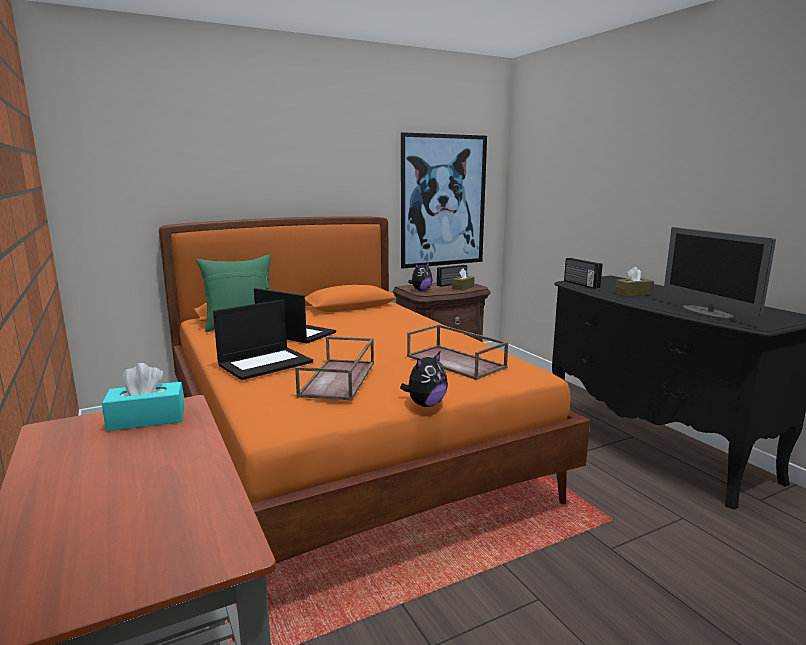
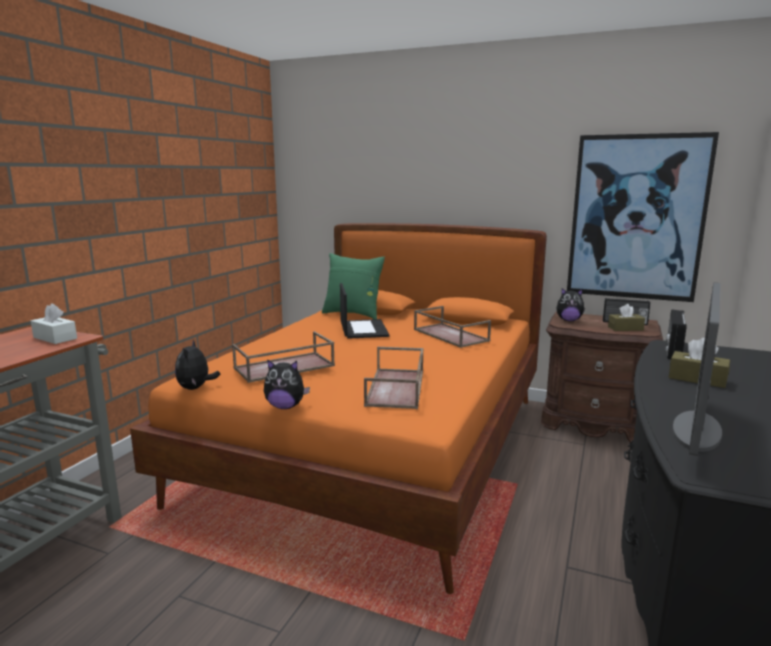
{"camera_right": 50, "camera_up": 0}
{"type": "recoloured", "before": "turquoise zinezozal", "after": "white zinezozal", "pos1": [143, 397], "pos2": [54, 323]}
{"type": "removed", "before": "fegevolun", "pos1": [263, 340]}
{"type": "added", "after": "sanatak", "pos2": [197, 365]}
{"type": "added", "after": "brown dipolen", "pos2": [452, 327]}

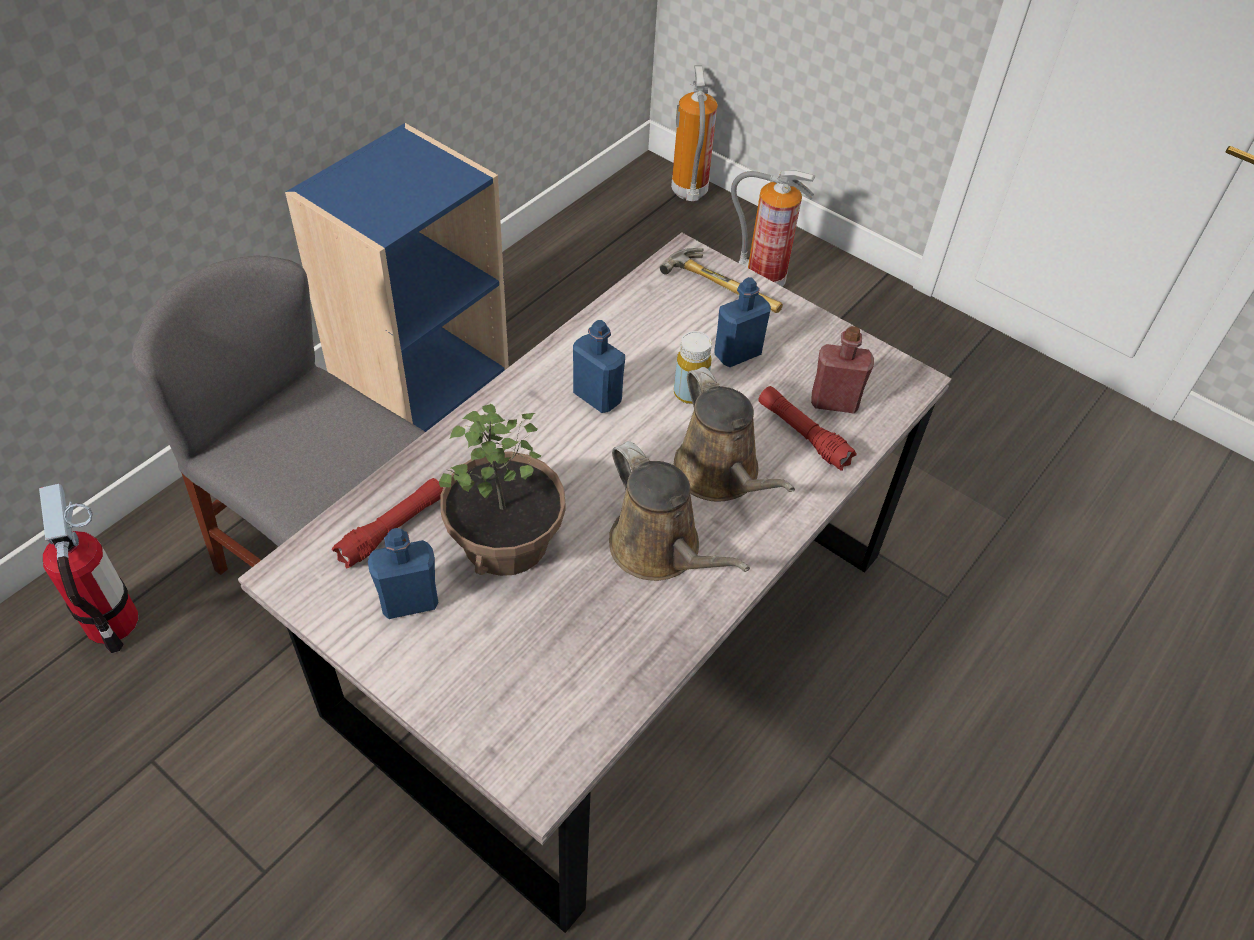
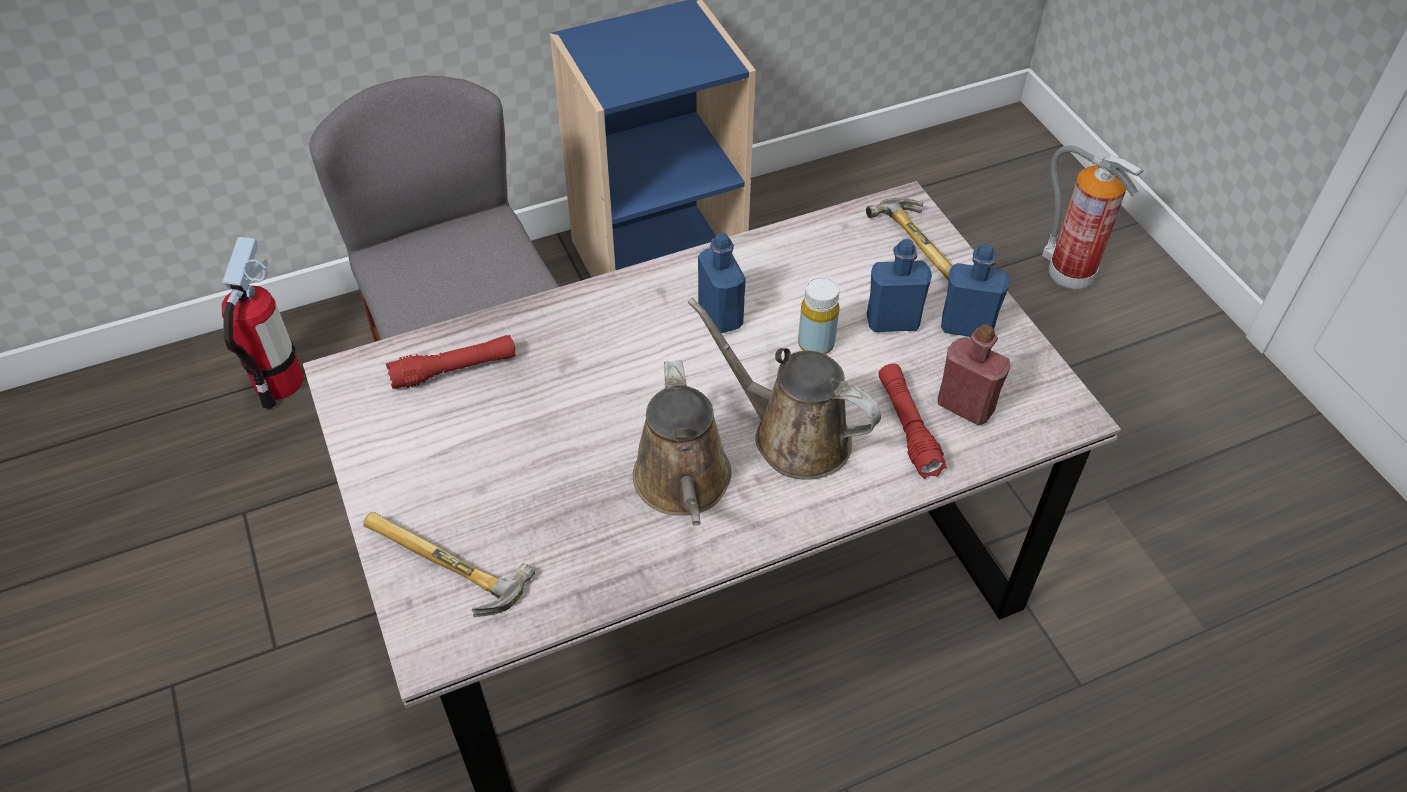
{"camera_right": 30, "camera_up": 0}
{"type": "moved", "before": "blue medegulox", "pos1": [403, 573], "pos2": [975, 290]}
{"type": "removed", "before": "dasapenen", "pos1": [502, 490]}
{"type": "removed", "before": "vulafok", "pos1": [694, 133]}
{"type": "turned", "before": "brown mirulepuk", "pos1": [734, 434], "pos2": [784, 388], "turn": 120}
{"type": "added", "after": "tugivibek", "pos2": [449, 564]}

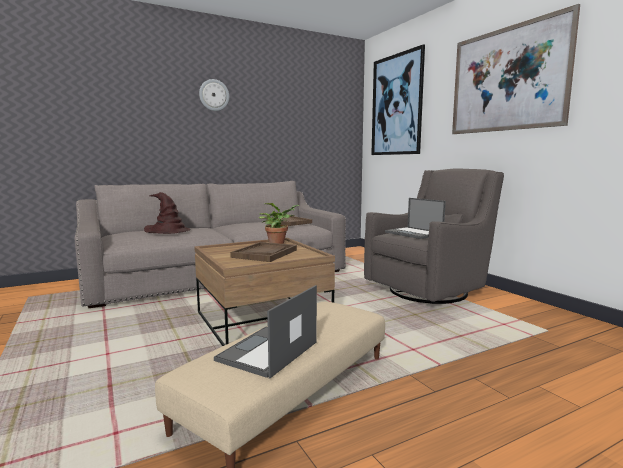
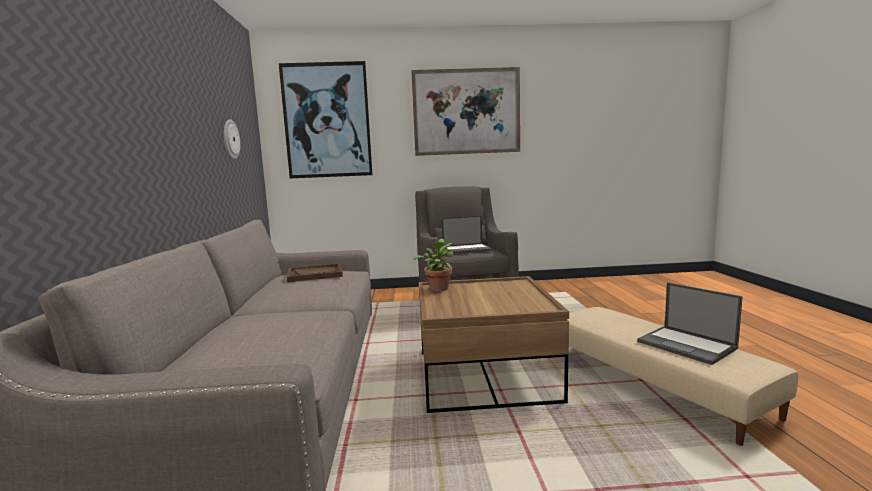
{"camera_right": -65, "camera_up": 0}
{"type": "removed", "before": "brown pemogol", "pos1": [167, 213]}
{"type": "moved", "before": "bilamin", "pos1": [214, 95], "pos2": [232, 139]}
{"type": "removed", "before": "brown dipolen", "pos1": [263, 252]}

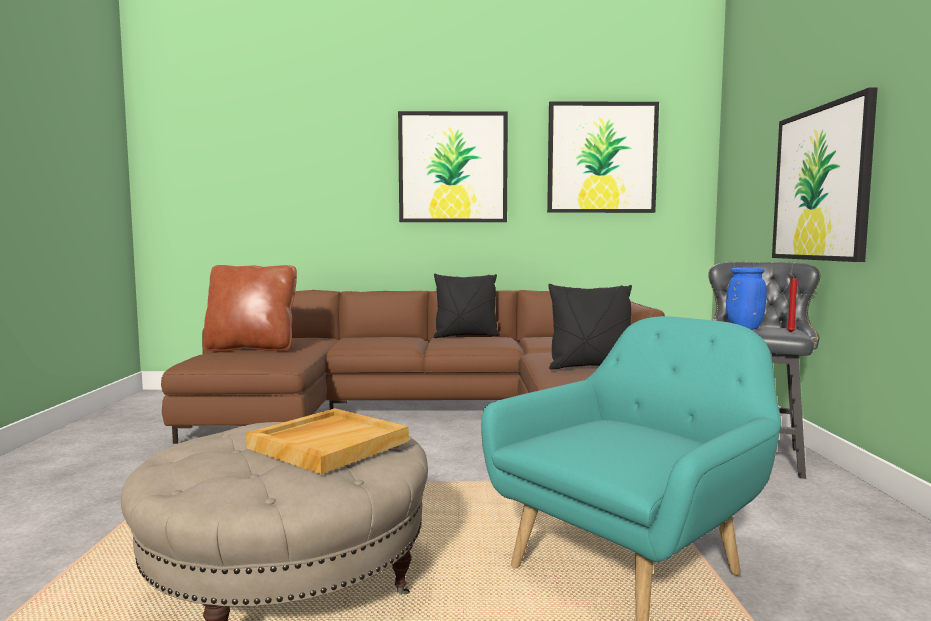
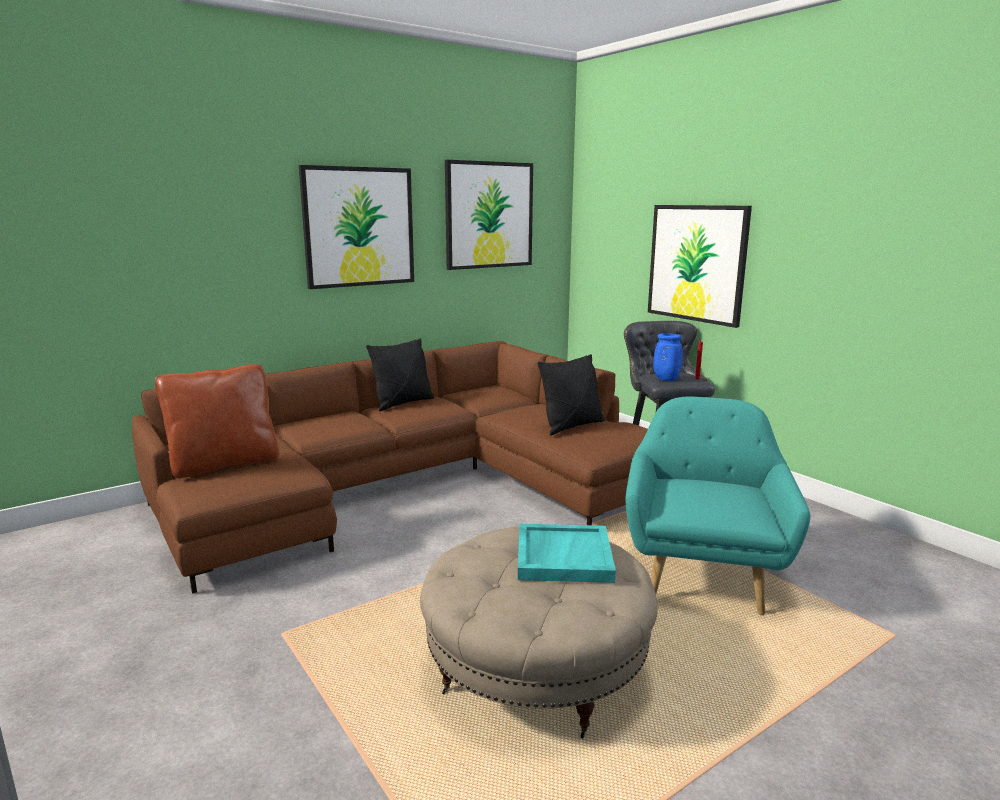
{"camera_right": -35, "camera_up": 10}
{"type": "recoloured", "before": "beige dipolen", "after": "turquoise dipolen", "pos1": [327, 441], "pos2": [567, 553]}

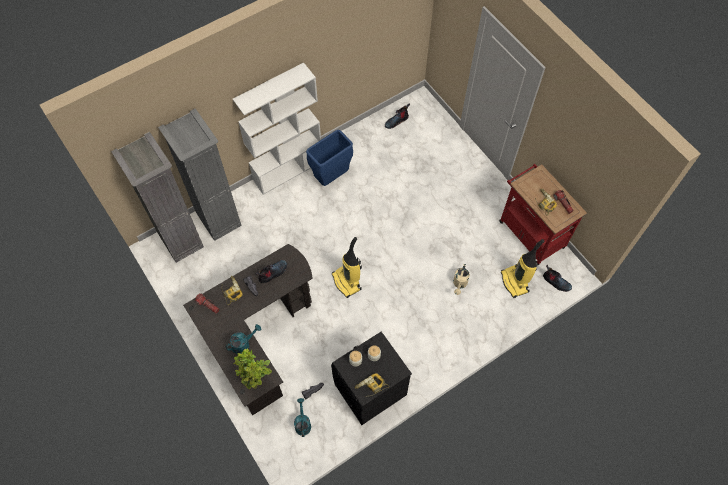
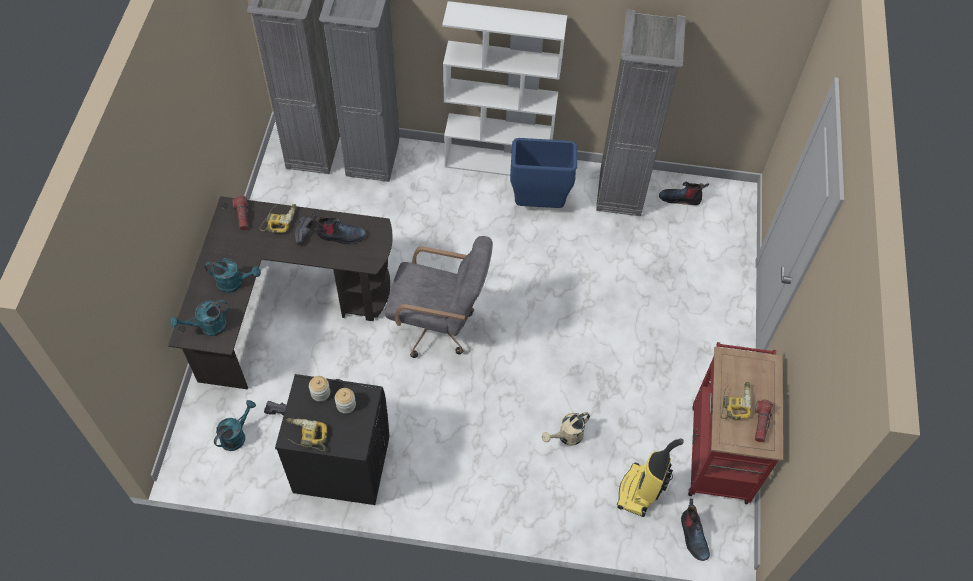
{"camera_right": 40, "camera_up": -5}
{"type": "replaced", "before": "dasapenen", "after": "turquoise mirulepuk", "pos1": [253, 369], "pos2": [199, 318]}
{"type": "replaced", "before": "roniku", "after": "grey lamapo", "pos1": [347, 267], "pos2": [439, 297]}
{"type": "added", "after": "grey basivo", "pos2": [641, 112]}

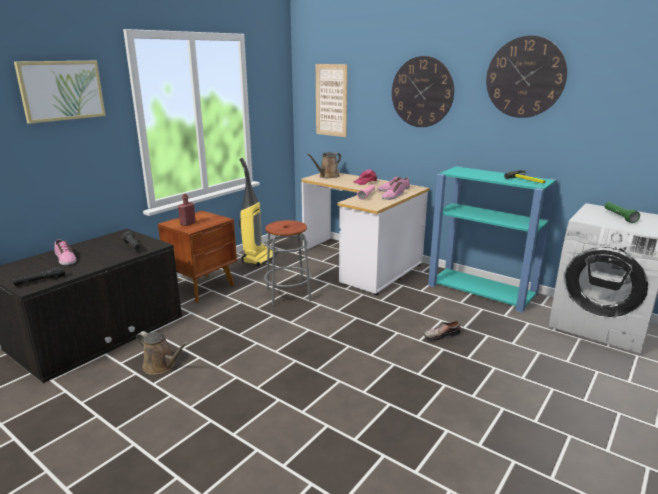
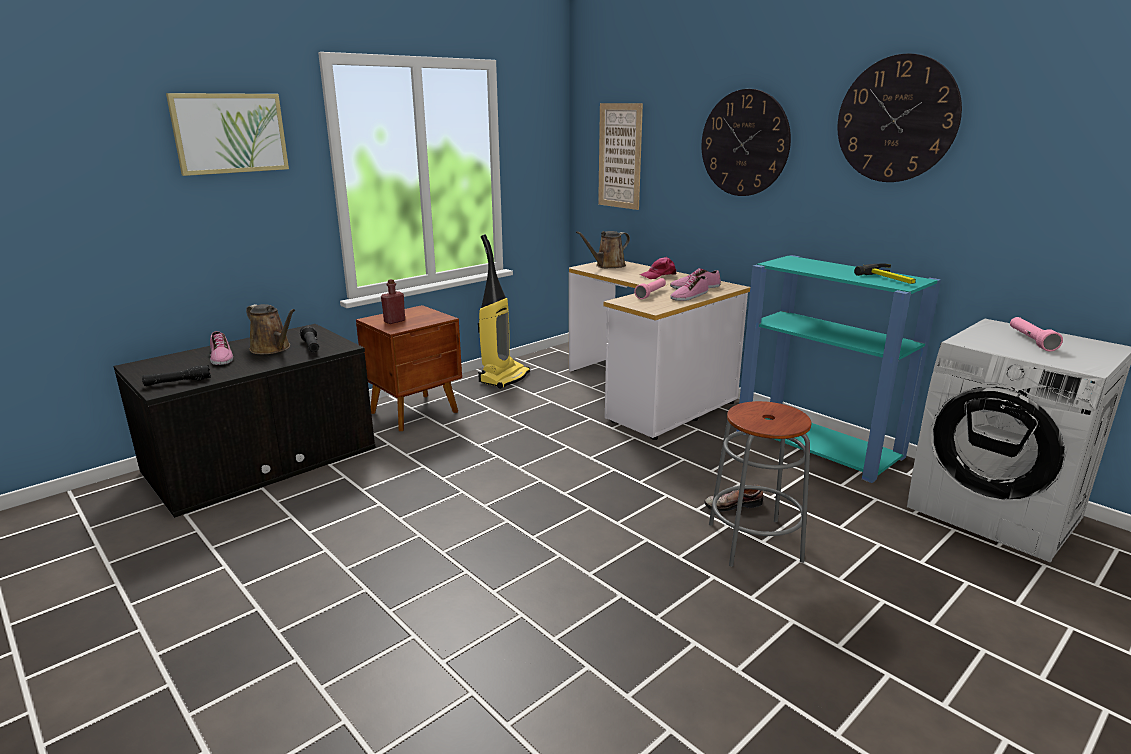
{"camera_right": 10, "camera_up": 0}
{"type": "moved", "before": "brown mirulepuk", "pos1": [162, 353], "pos2": [270, 329]}
{"type": "moved", "before": "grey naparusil", "pos1": [287, 263], "pos2": [760, 484]}
{"type": "recoloured", "before": "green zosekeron", "after": "pink zosekeron", "pos1": [622, 212], "pos2": [1036, 334]}

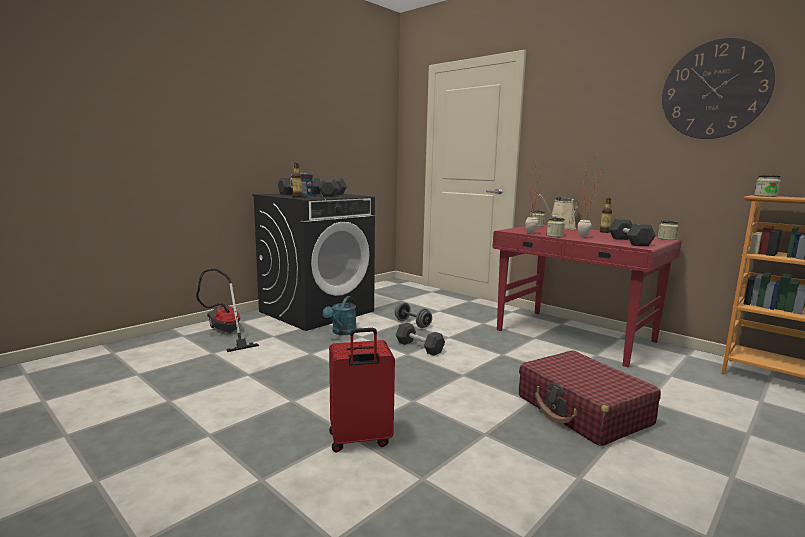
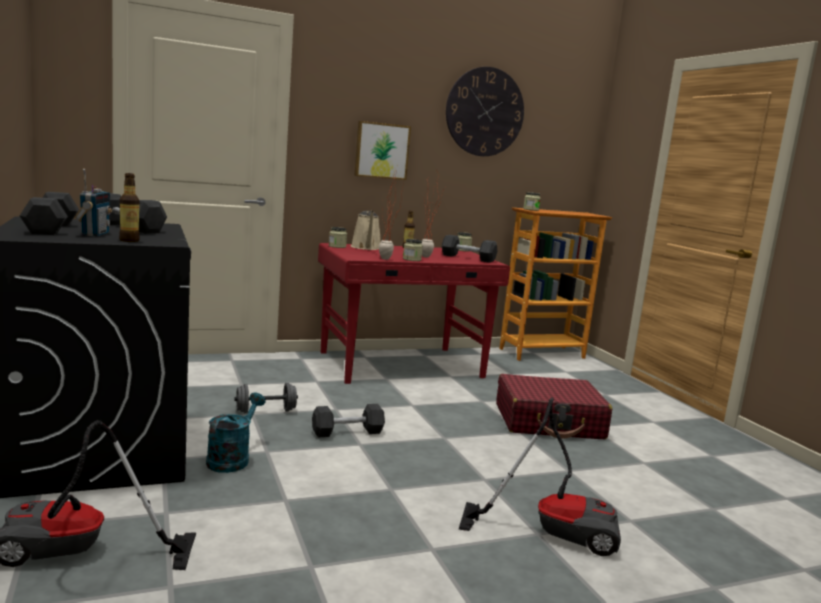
{"camera_right": -65, "camera_up": 0}
{"type": "turned", "before": "turquoise mirulepuk", "pos1": [340, 315], "pos2": [236, 433], "turn": -120}
{"type": "replaced", "before": "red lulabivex", "after": "roniku", "pos1": [362, 390], "pos2": [540, 477]}
{"type": "added", "after": "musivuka", "pos2": [382, 150]}

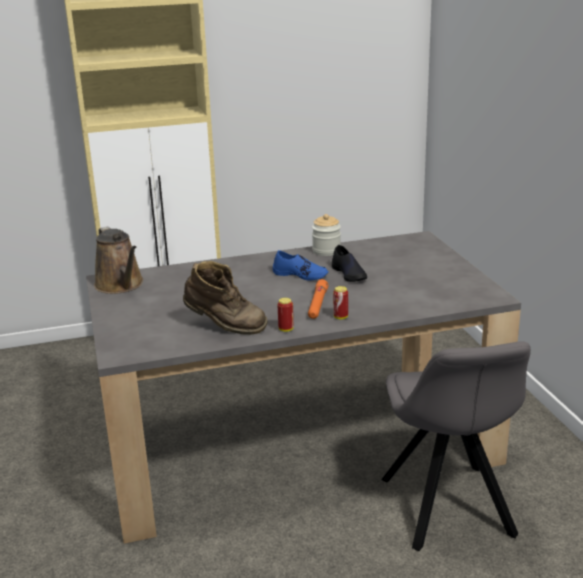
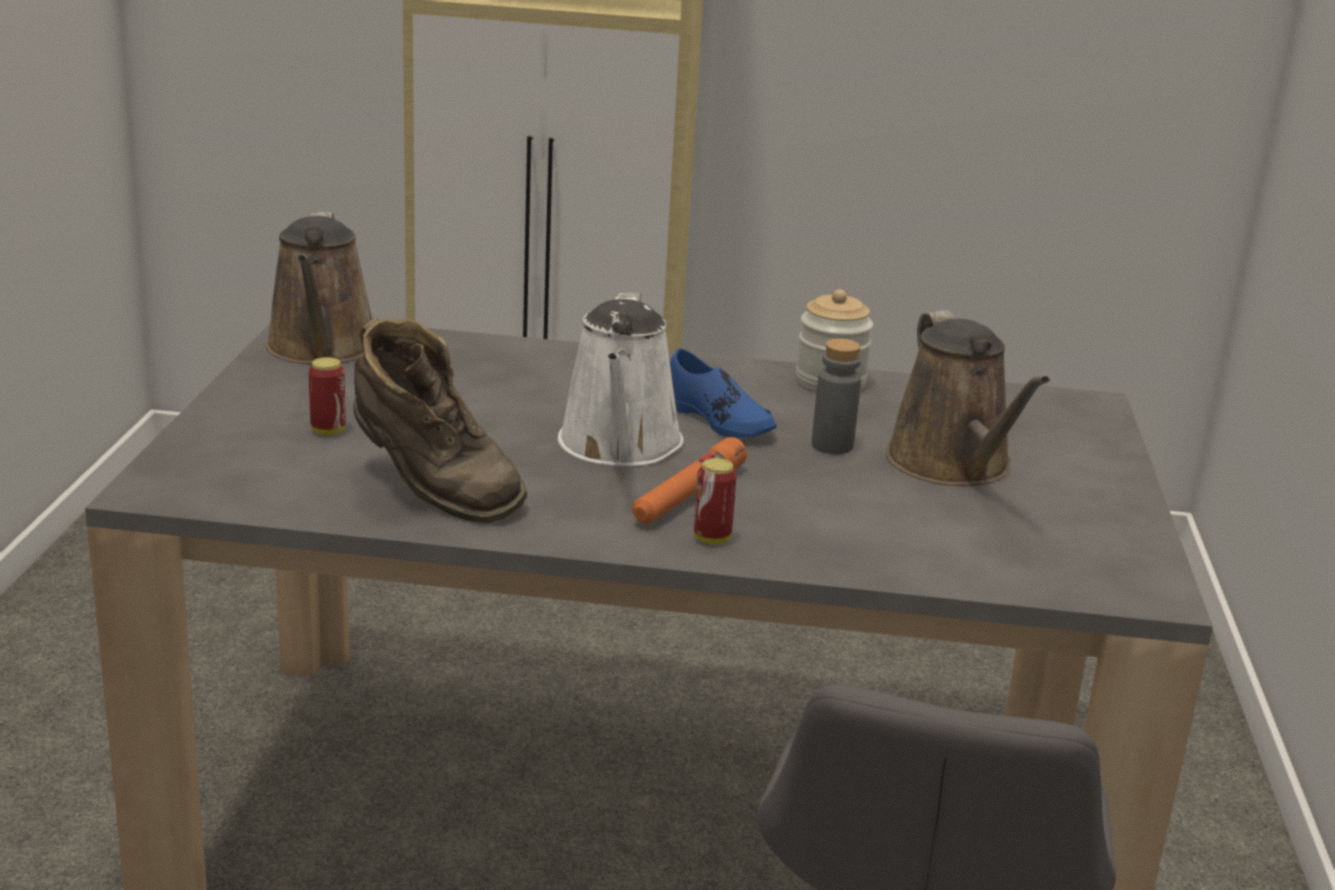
{"camera_right": 20, "camera_up": 0}
{"type": "moved", "before": "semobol", "pos1": [285, 315], "pos2": [327, 396]}
{"type": "replaced", "before": "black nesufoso", "after": "grey medegulox", "pos1": [349, 263], "pos2": [836, 396]}
{"type": "added", "after": "white mirulepuk", "pos2": [621, 379]}
{"type": "added", "after": "brown mirulepuk", "pos2": [968, 398]}

